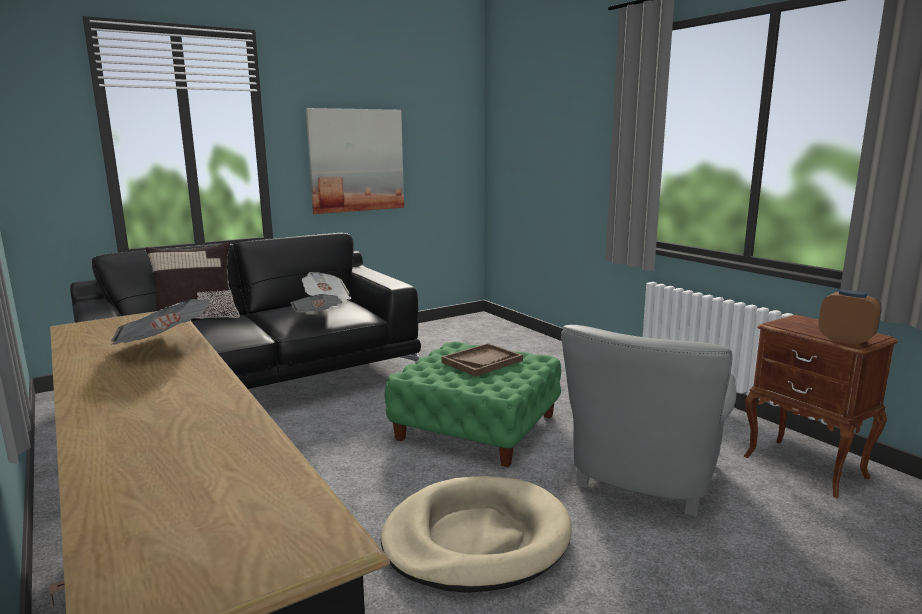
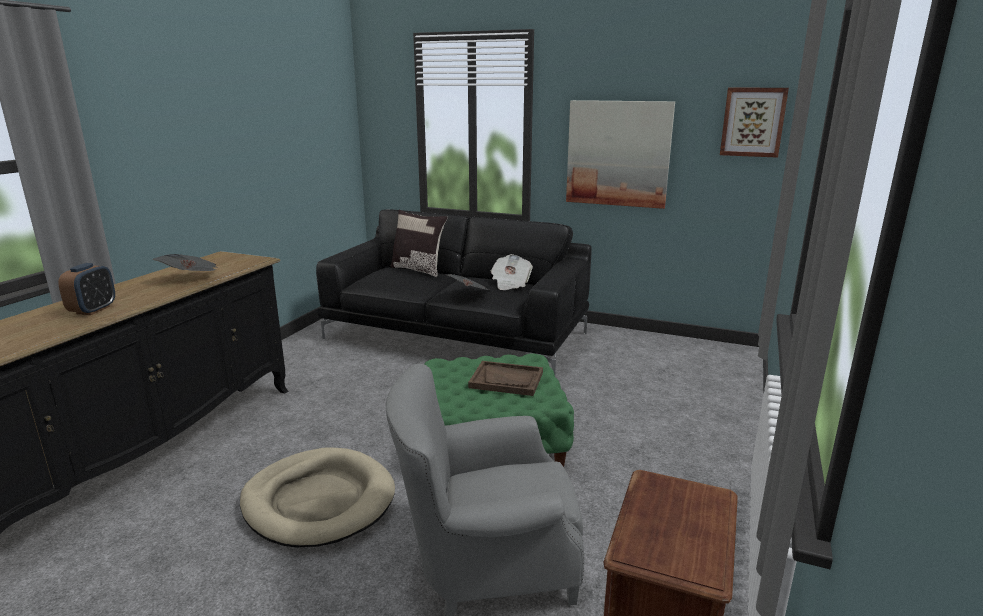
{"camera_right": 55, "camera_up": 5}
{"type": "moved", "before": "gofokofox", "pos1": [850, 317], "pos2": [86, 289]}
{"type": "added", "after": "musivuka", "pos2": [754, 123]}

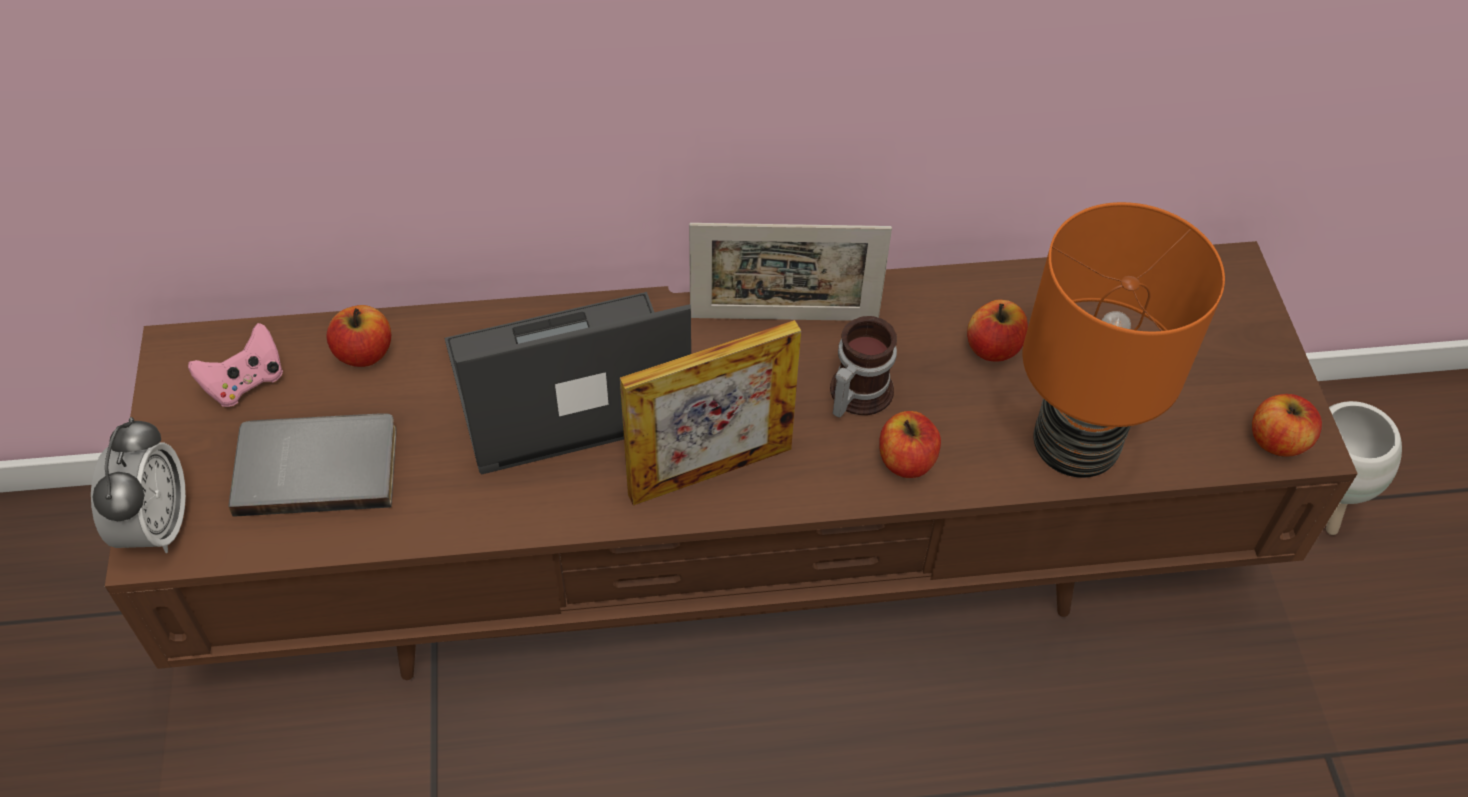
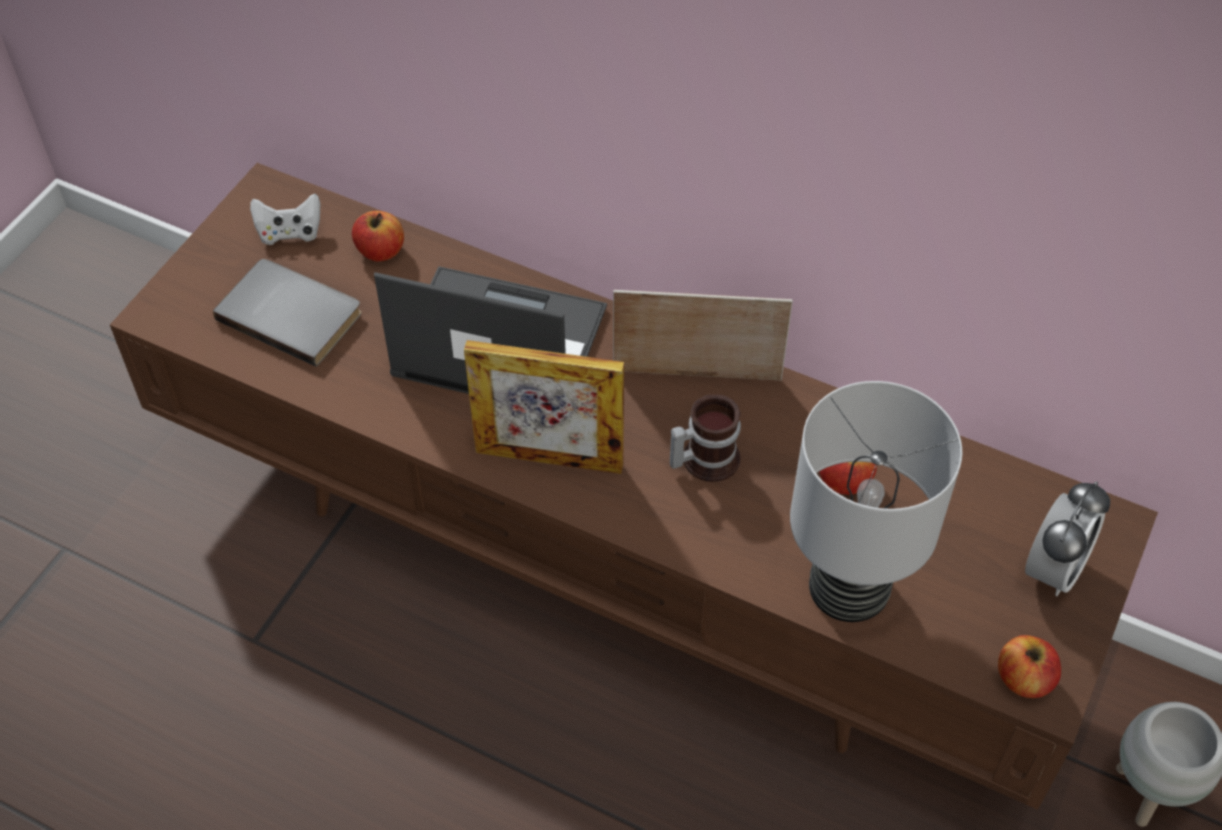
{"camera_right": 35, "camera_up": 0}
{"type": "moved", "before": "gofokofox", "pos1": [138, 485], "pos2": [1067, 538]}
{"type": "recoloured", "before": "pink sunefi", "after": "white sunefi", "pos1": [235, 365], "pos2": [285, 219]}
{"type": "turned", "before": "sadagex", "pos1": [790, 272], "pos2": [703, 335], "turn": 150}
{"type": "removed", "before": "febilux", "pos1": [910, 444]}
{"type": "recoloured", "before": "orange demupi", "after": "grey demupi", "pos1": [1124, 340], "pos2": [876, 501]}

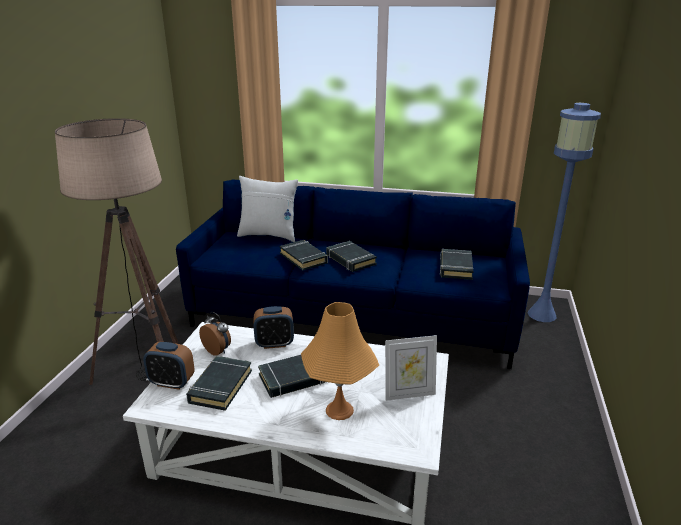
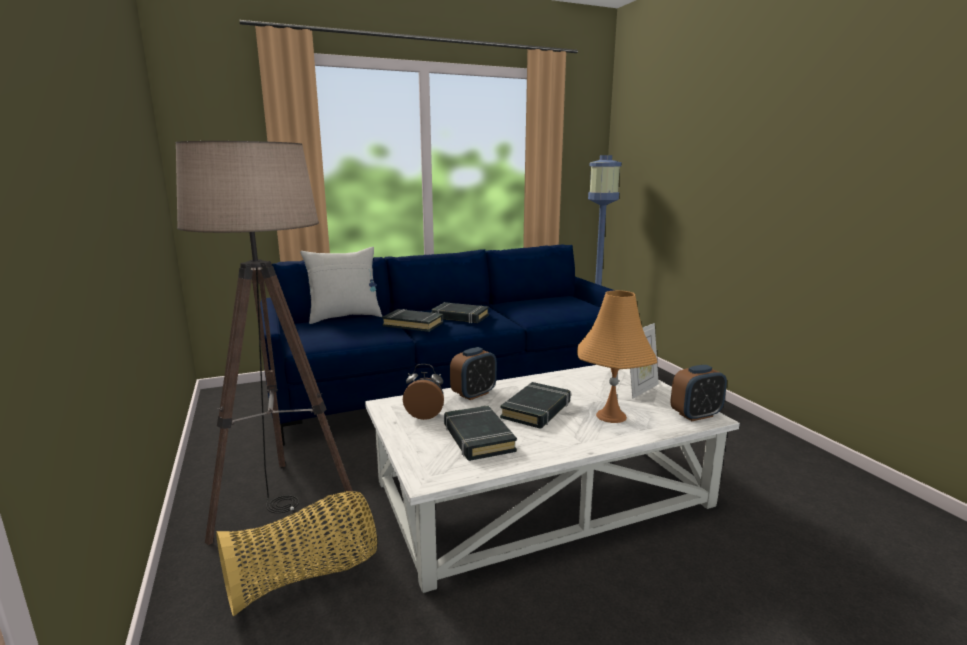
{"camera_right": -35, "camera_up": -10}
{"type": "moved", "before": "gofokofox", "pos1": [169, 366], "pos2": [699, 393]}
{"type": "removed", "before": "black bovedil", "pos1": [456, 264]}
{"type": "added", "after": "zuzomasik", "pos2": [296, 554]}

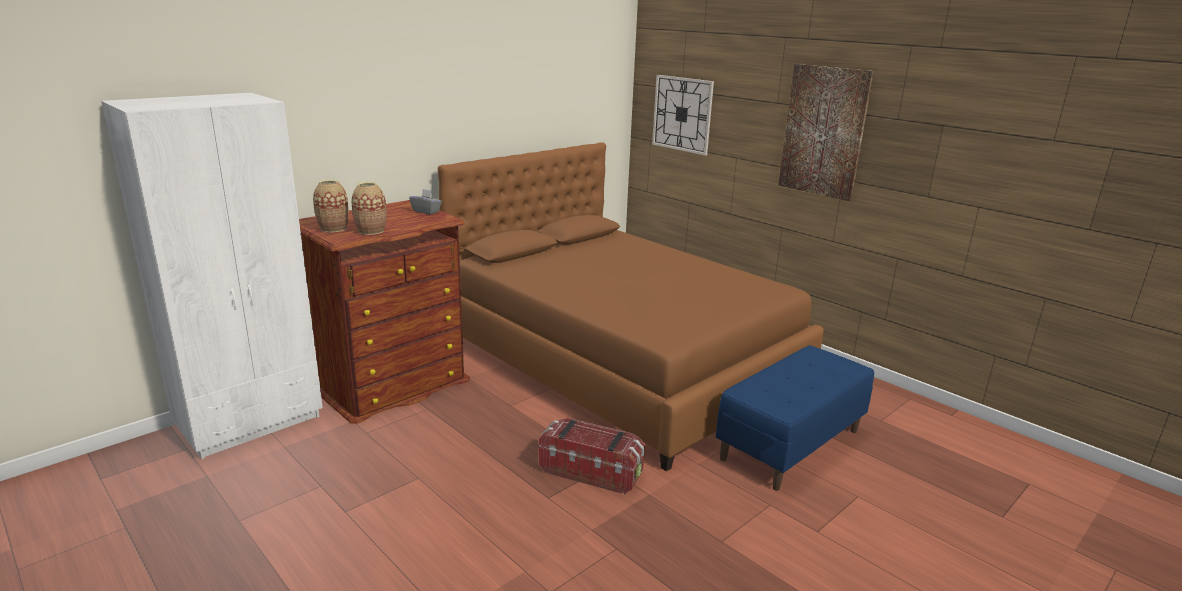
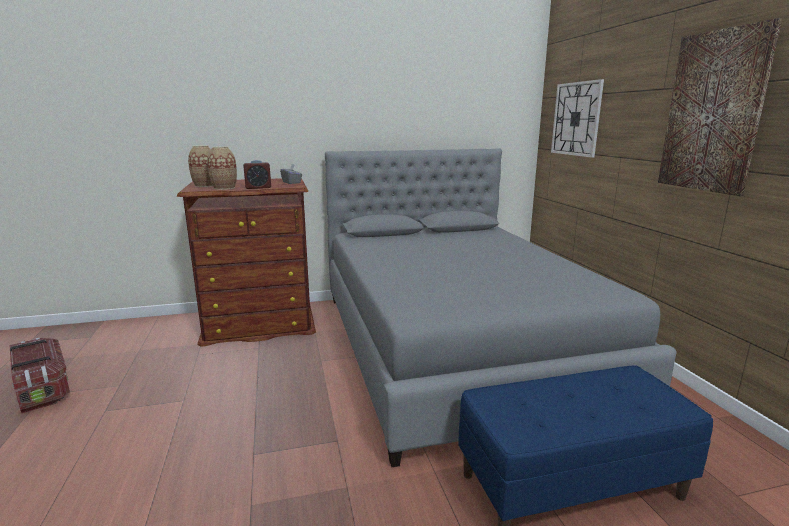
{"camera_right": 30, "camera_up": -5}
{"type": "removed", "before": "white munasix", "pos1": [212, 276]}
{"type": "recoloured", "before": "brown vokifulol", "after": "grey vokifulol", "pos1": [631, 306], "pos2": [501, 308]}
{"type": "moved", "before": "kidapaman", "pos1": [592, 456], "pos2": [39, 376]}
{"type": "added", "after": "gofokofox", "pos2": [257, 174]}

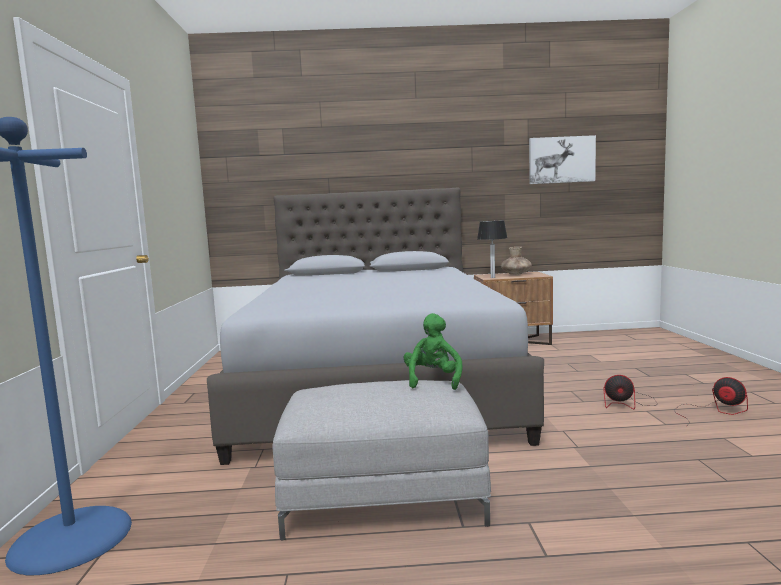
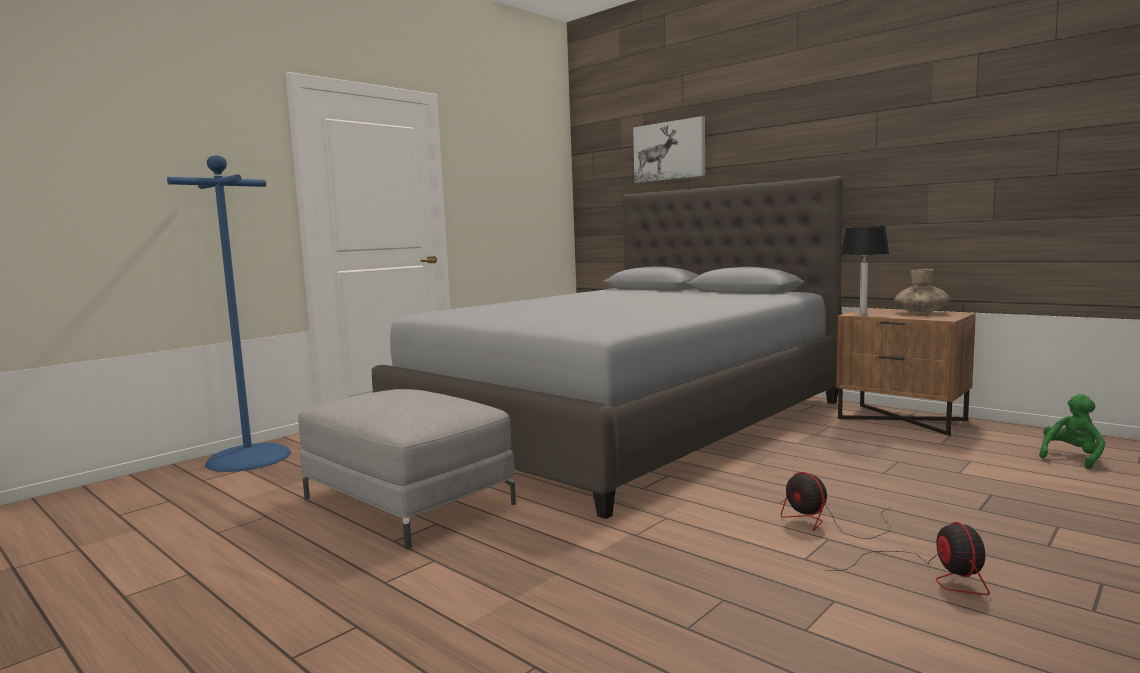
{"camera_right": 45, "camera_up": 0}
{"type": "moved", "before": "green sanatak", "pos1": [433, 351], "pos2": [1072, 431]}
{"type": "moved", "before": "musivuka", "pos1": [562, 159], "pos2": [669, 149]}

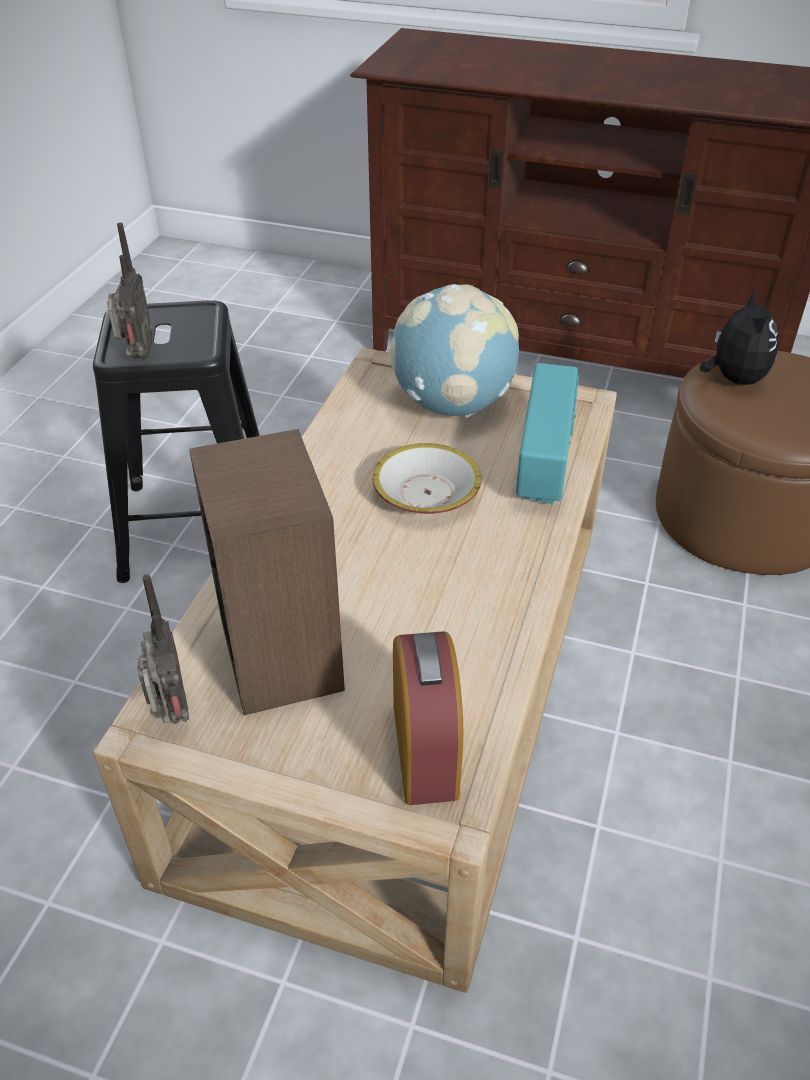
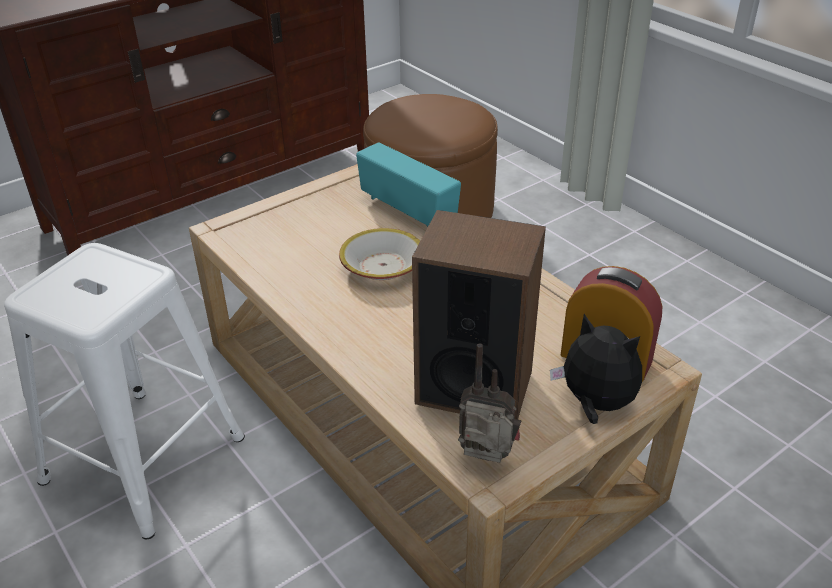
{"camera_right": -55, "camera_up": -5}
{"type": "recoloured", "before": "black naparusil", "after": "white naparusil", "pos1": [176, 441], "pos2": [124, 391]}
{"type": "removed", "before": "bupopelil", "pos1": [129, 291]}
{"type": "removed", "before": "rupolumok", "pos1": [454, 351]}
{"type": "moved", "before": "sanatak", "pos1": [739, 337], "pos2": [596, 369]}

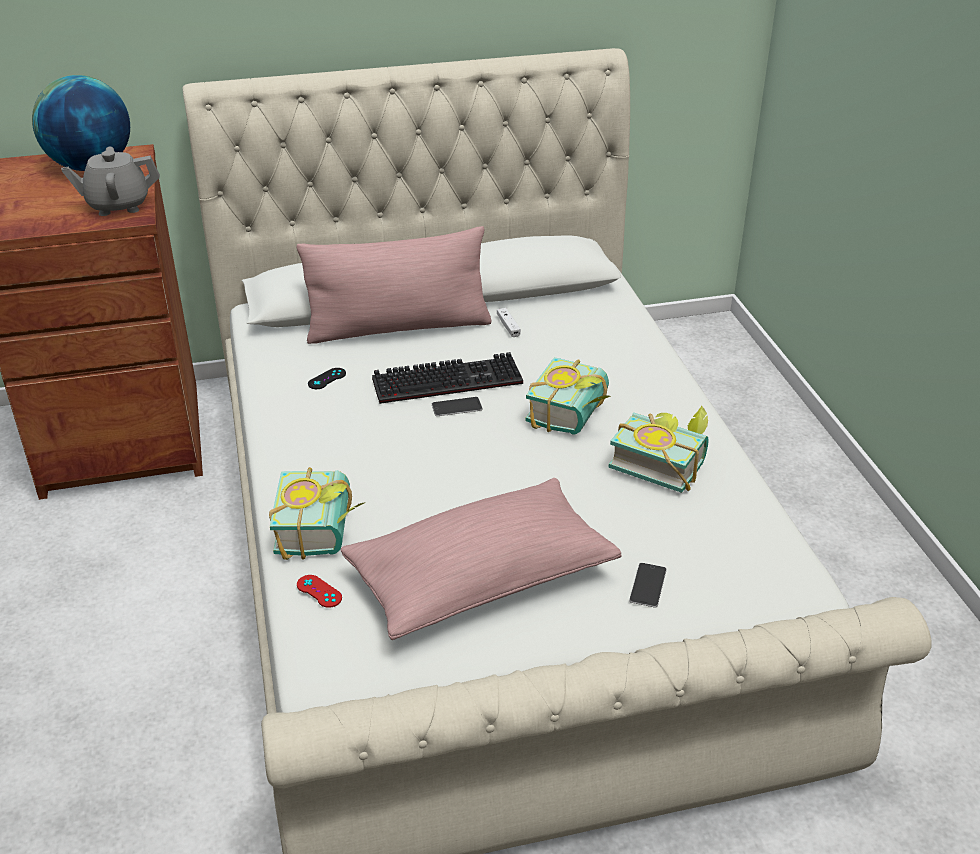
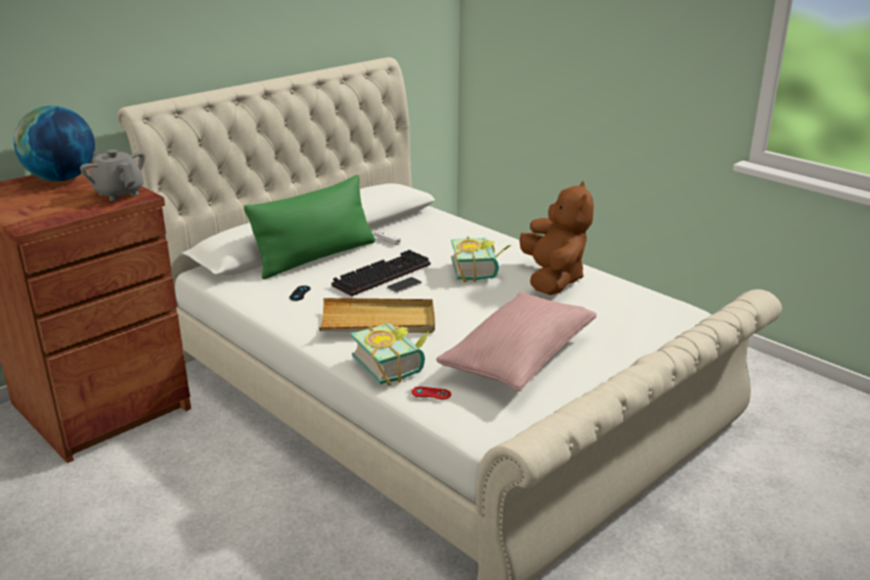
{"camera_right": -30, "camera_up": -10}
{"type": "turned", "before": "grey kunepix", "pos1": [110, 181], "pos2": [113, 175], "turn": 90}
{"type": "recoloured", "before": "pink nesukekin", "after": "green nesukekin", "pos1": [394, 285], "pos2": [309, 227]}
{"type": "replaced", "before": "bovedil", "after": "brown sanatak", "pos1": [658, 449], "pos2": [556, 238]}
{"type": "removed", "before": "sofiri", "pos1": [648, 585]}
{"type": "added", "after": "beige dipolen", "pos2": [377, 315]}

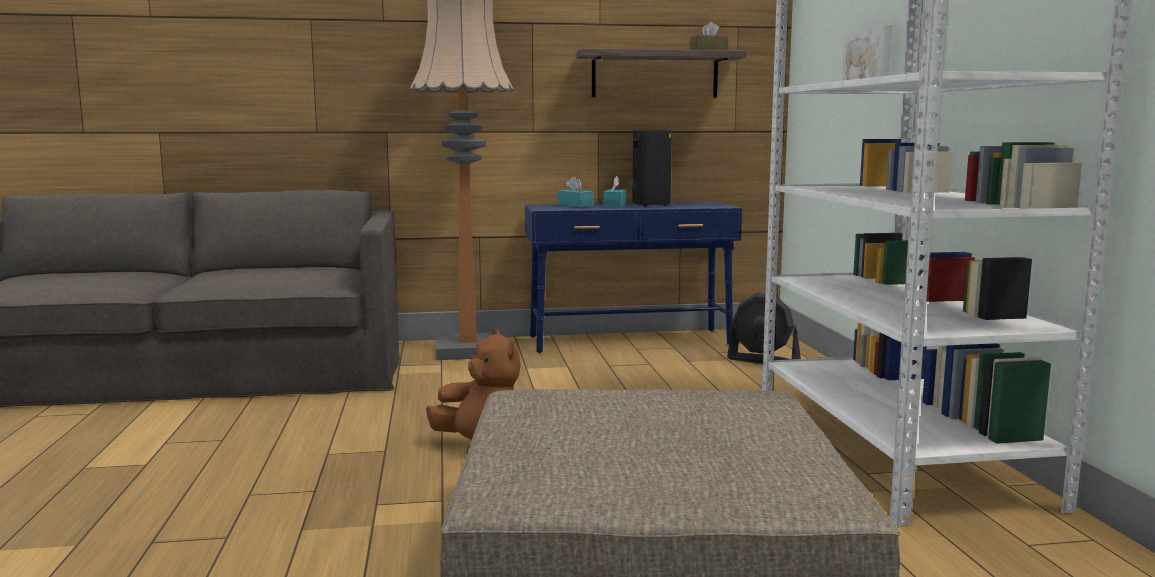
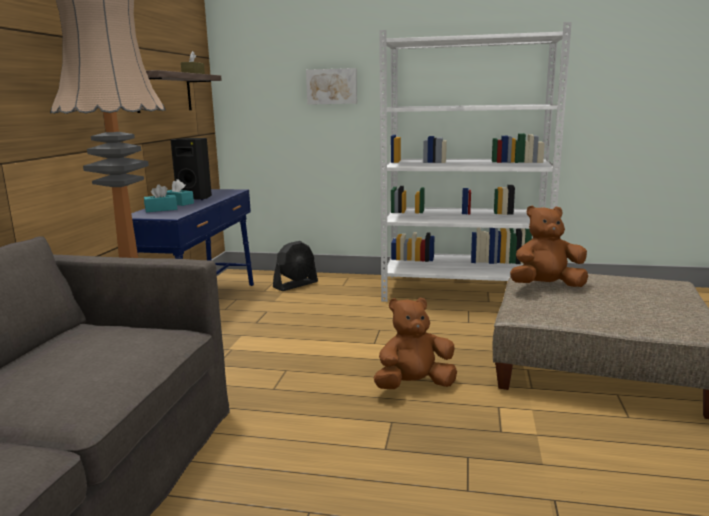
{"camera_right": -70, "camera_up": 5}
{"type": "added", "after": "brown sanatak", "pos2": [549, 246]}

